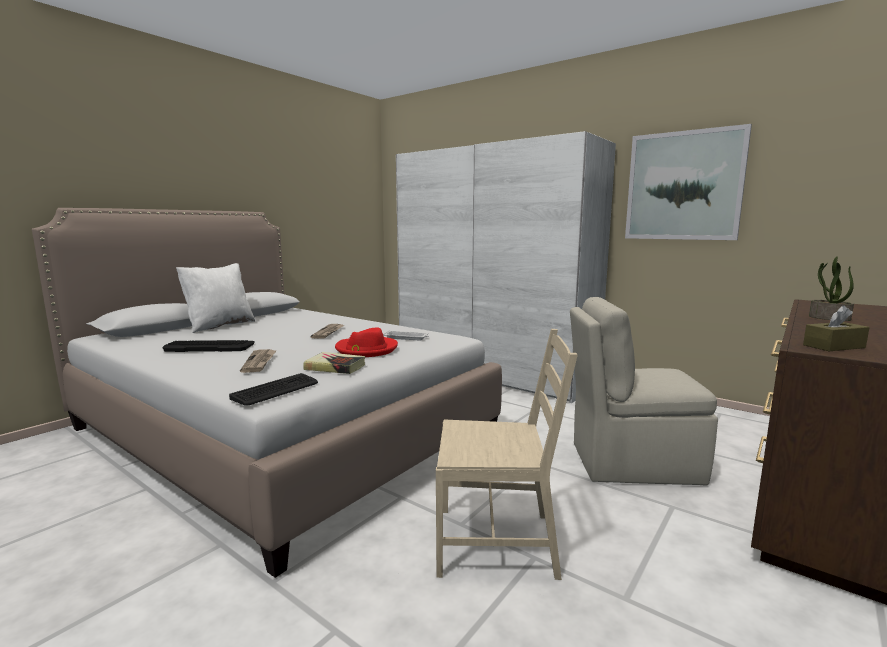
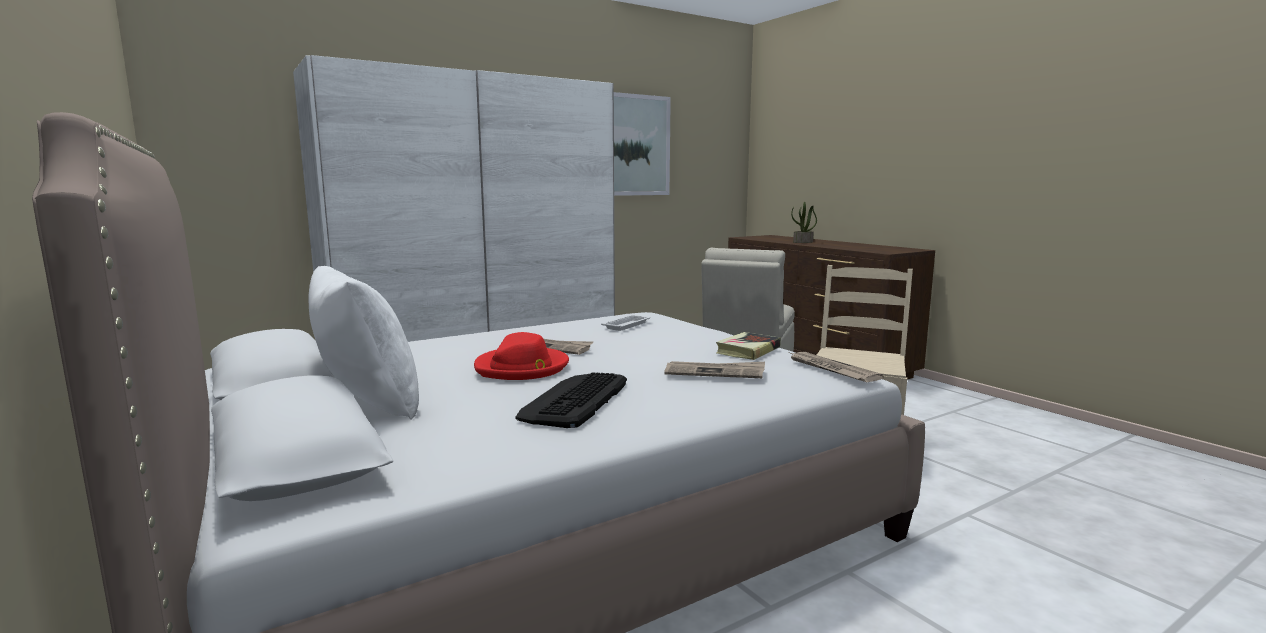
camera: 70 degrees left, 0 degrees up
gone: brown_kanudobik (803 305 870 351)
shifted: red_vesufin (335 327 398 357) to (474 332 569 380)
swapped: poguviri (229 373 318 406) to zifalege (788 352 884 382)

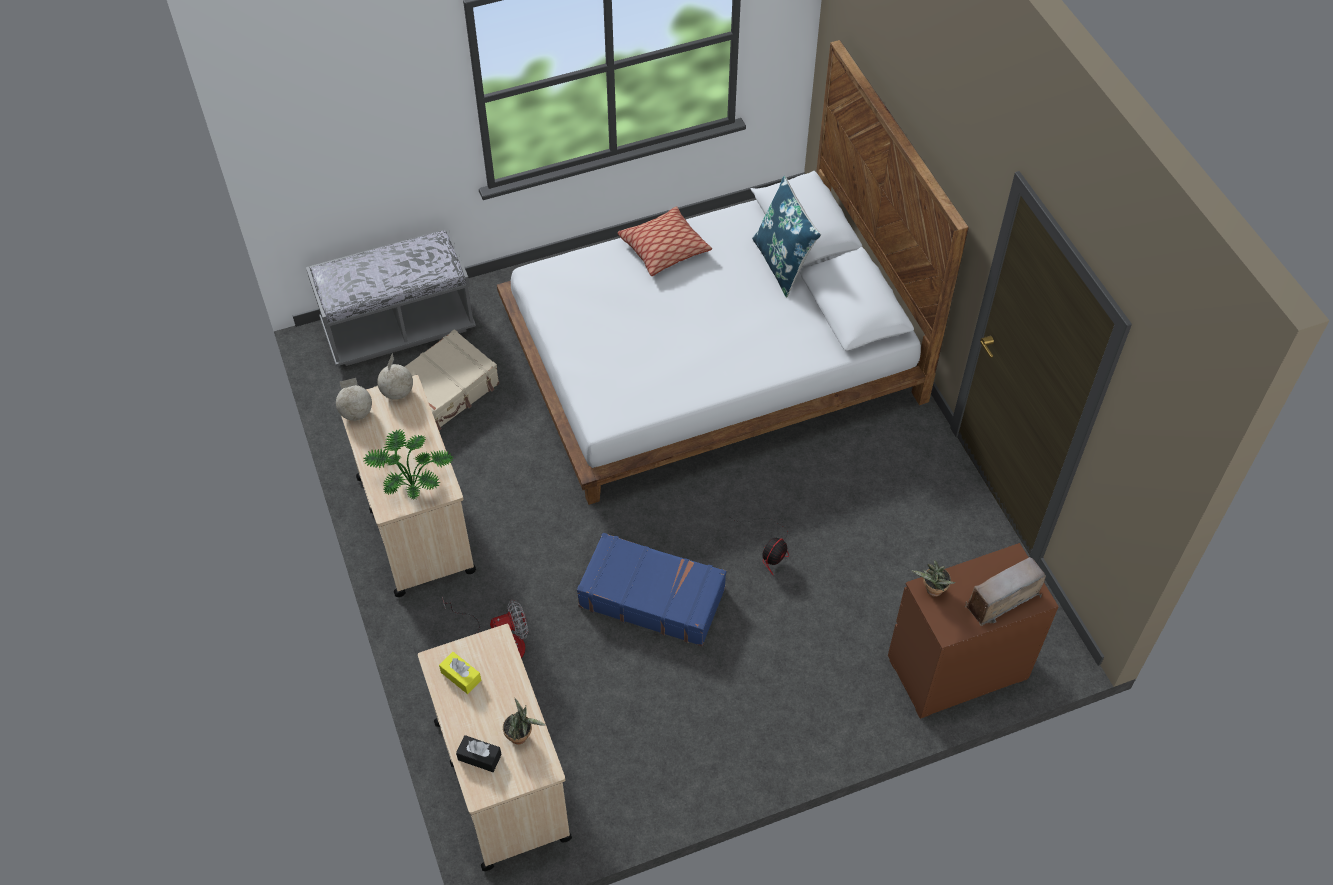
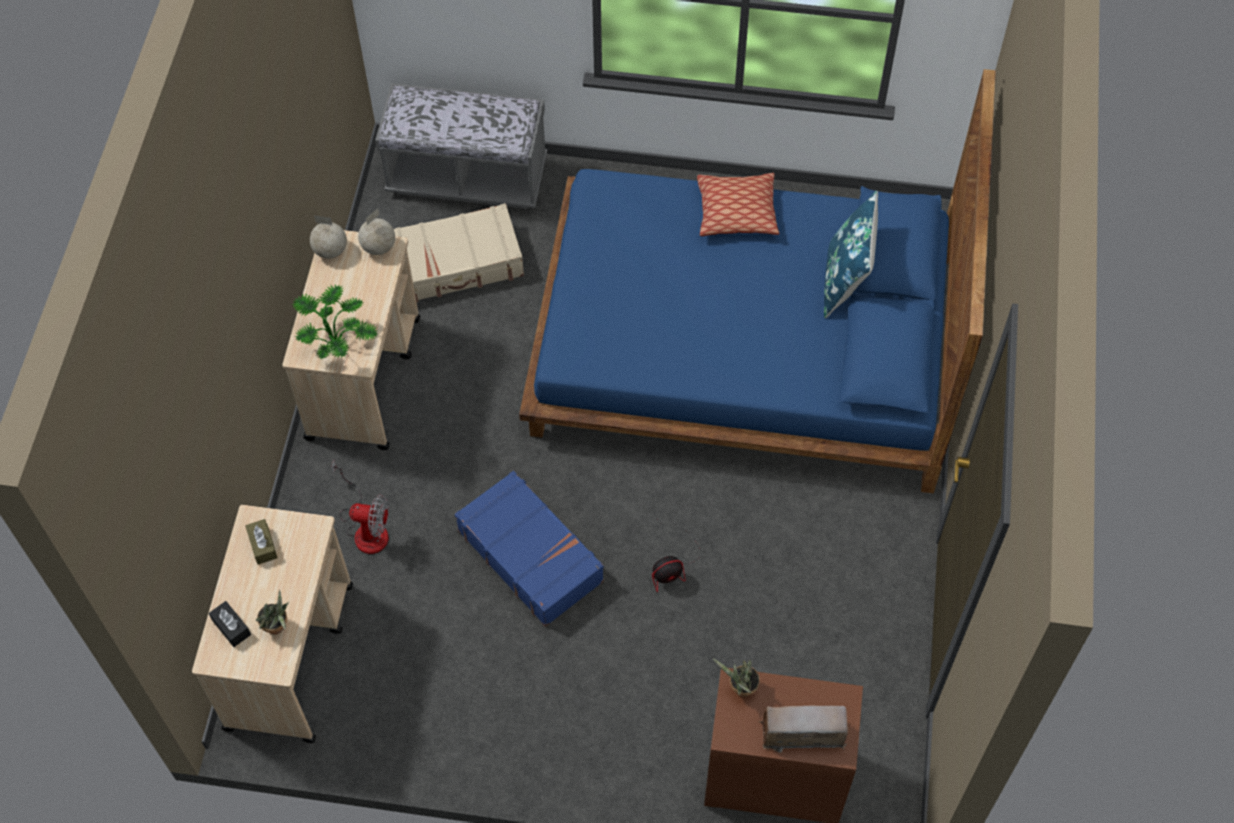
camera: 30 degrees right, 5 degrees up
repainted: yellow_kanudobik (439 652 481 694) to brown_kanudobik (245 519 278 564); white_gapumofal (497 40 969 505) to blue_gapumofal (519 69 996 493)

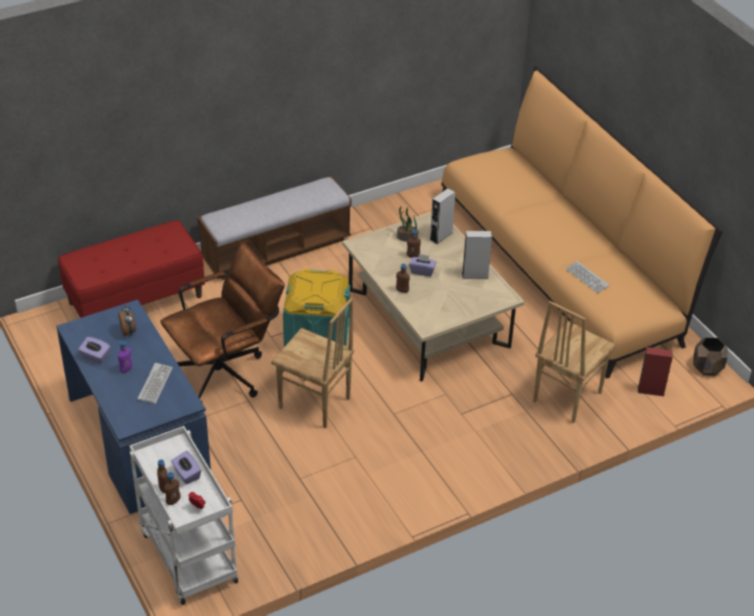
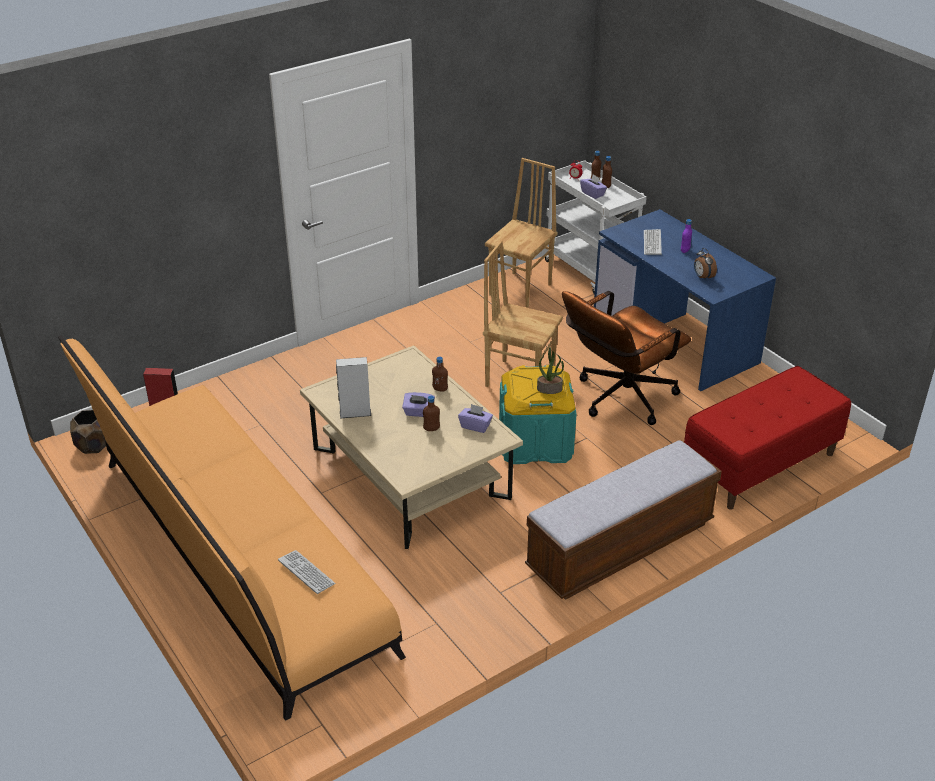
camera: 175 degrees right, 5 degrees down
gone: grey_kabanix (430 188 455 244)
shifted: purple_kanudobik (78 337 111 364) to (458 404 493 433); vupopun (397 207 418 242) to (537 347 564 394); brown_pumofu (533 301 616 423) to (485 158 558 307); poguviri (566 261 609 293) to (278 550 336 594)

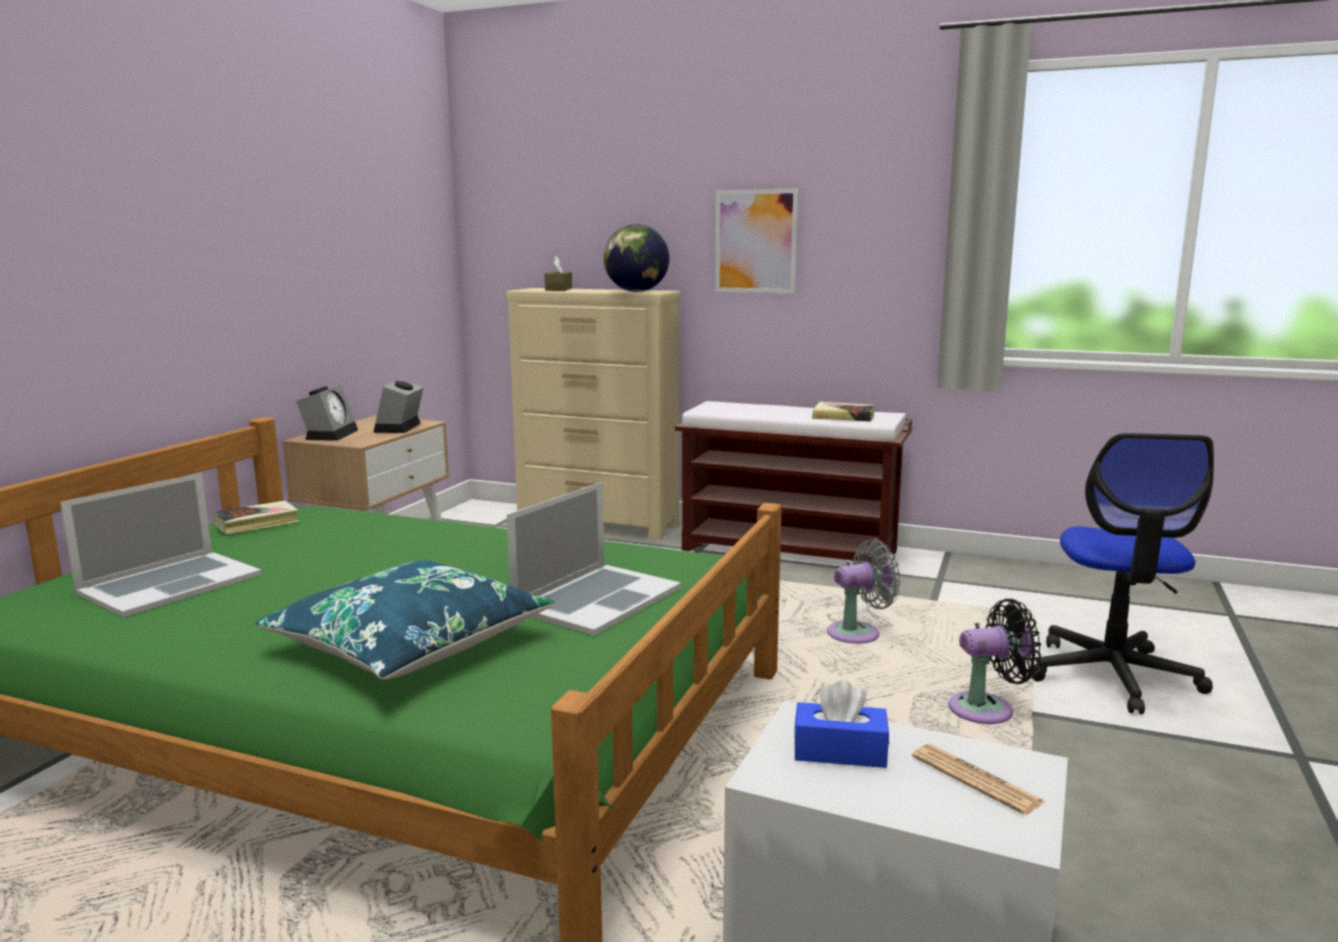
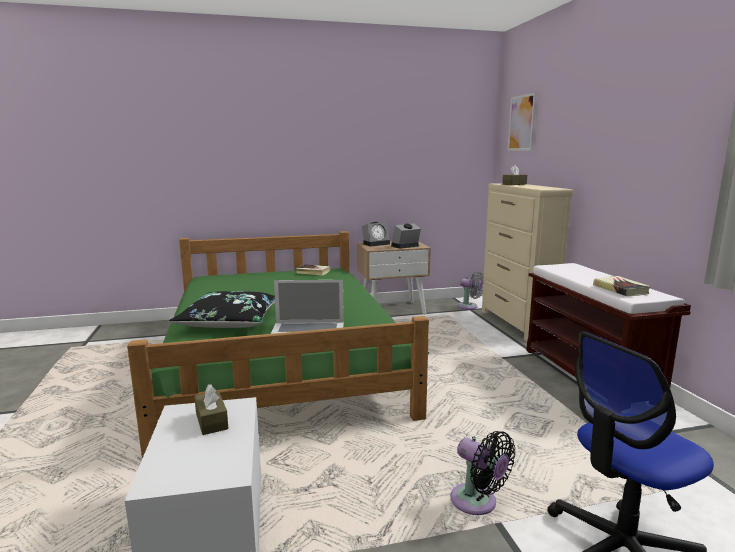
camera: 55 degrees right, 0 degrees up
gone: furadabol (60 473 262 617); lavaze (604 224 669 292); zifalege (912 744 1045 815)
shifted: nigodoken (715 189 799 293) to (507 92 536 151); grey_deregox (827 539 901 644) to (457 272 484 310)
repainted: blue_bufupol (255 560 555 680) to black_bufupol (169 291 275 328); blue_kanudobik (794 680 889 768) to brown_kanudobik (194 384 229 435)

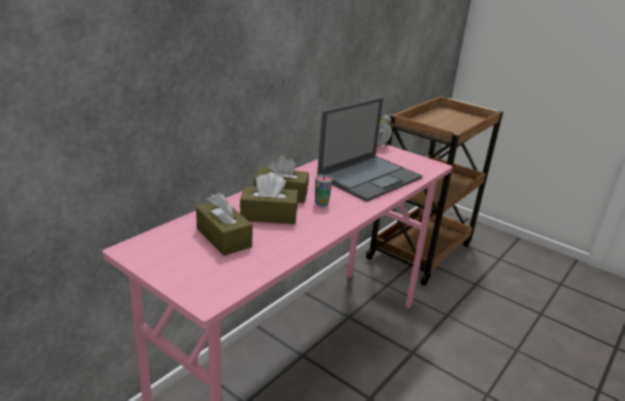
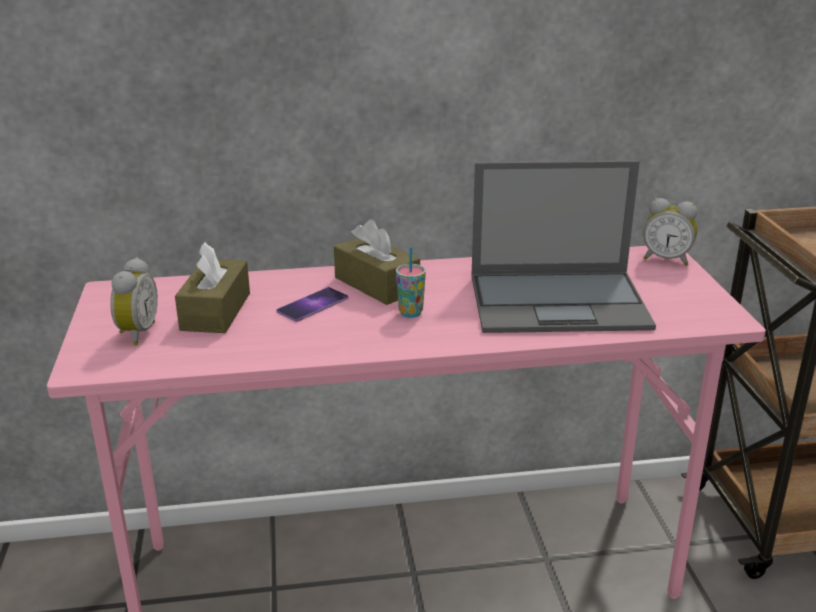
camera: 45 degrees right, 0 degrees up
new: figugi (110 258 158 345)
swapped: brown_kanudobik (240 172 298 224) to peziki (276 287 348 322)

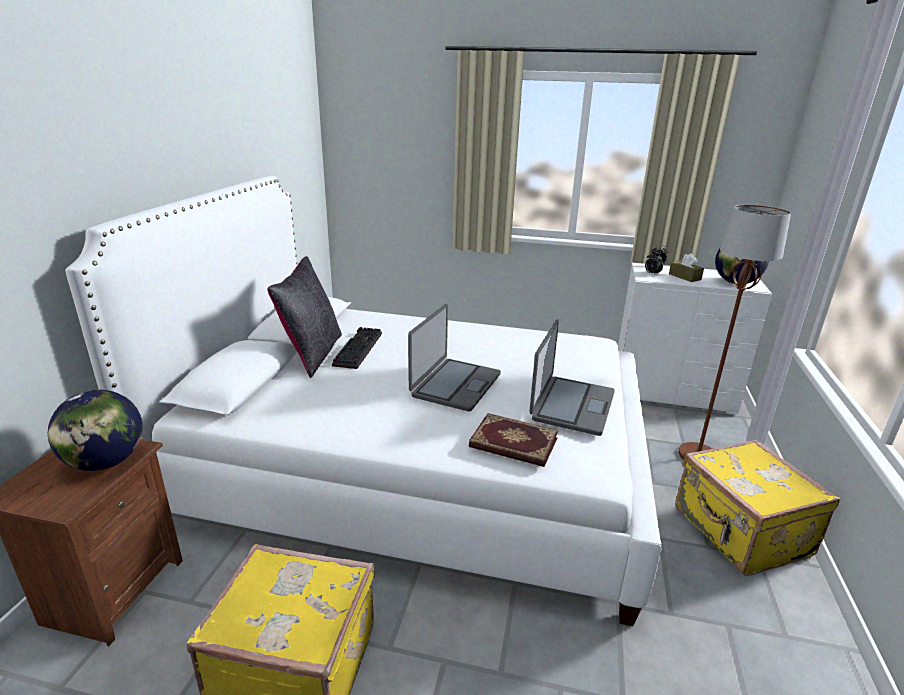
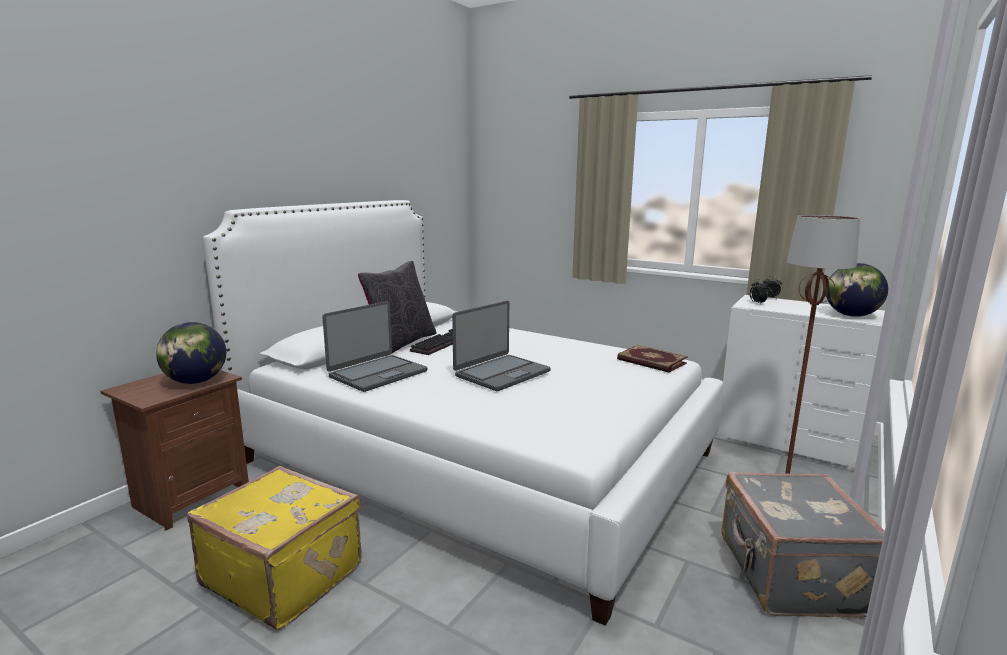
camera: 20 degrees right, 10 degrees down
gone: brown_kanudobik (669 253 704 282)
shifted: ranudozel (469 413 558 467) to (617 345 688 372); furadabol (529 319 615 436) to (322 301 427 392)
repainted: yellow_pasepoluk (675 440 840 576) to grey_pasepoluk (721 472 885 617)

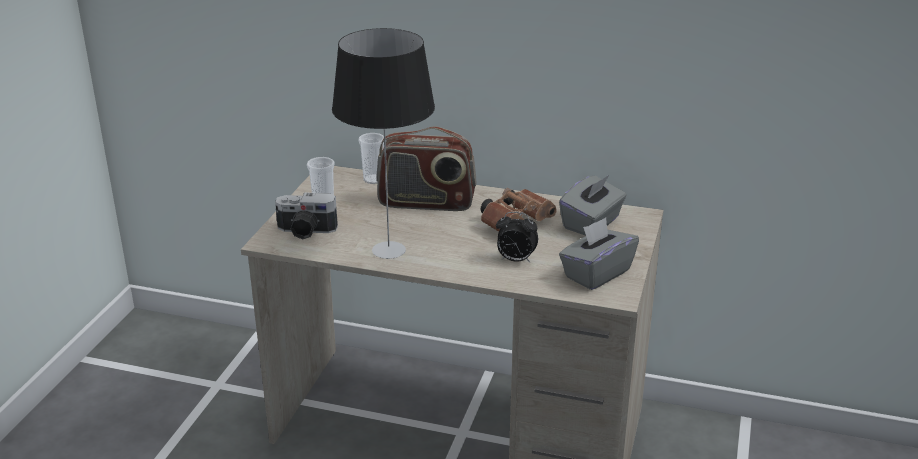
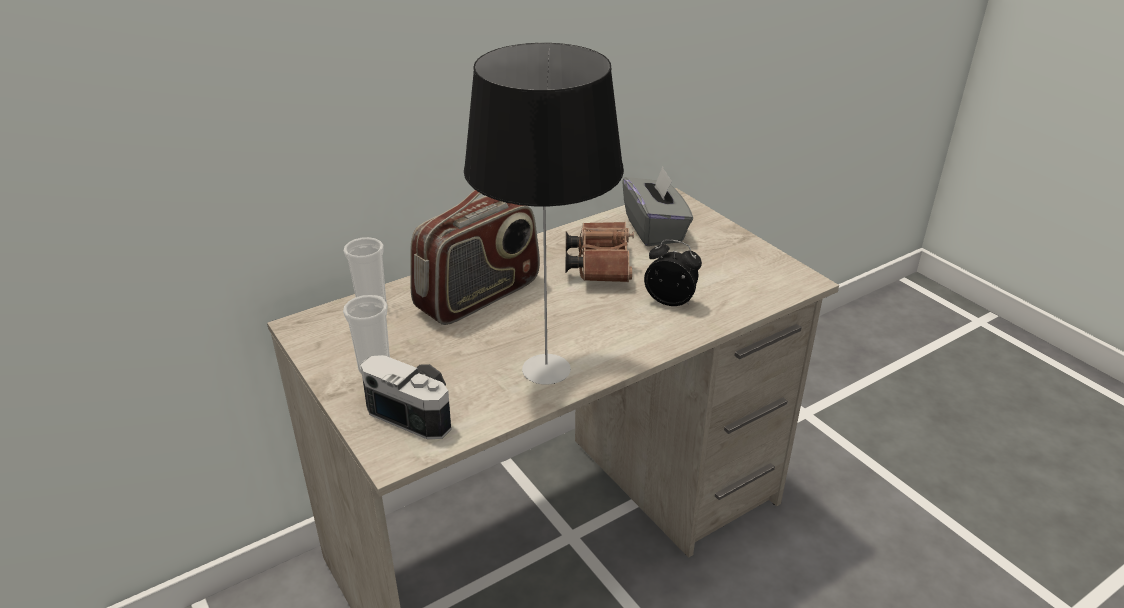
camera: 50 degrees left, 5 degrees up
gone: grey_kanudobik (559 218 639 290)
rotated: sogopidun (275 192 338 239) = (360 355 451 439) 105 degrees counterclockwise; figugi (496 212 538 263) = (644 239 702 306) 120 degrees counterclockwise

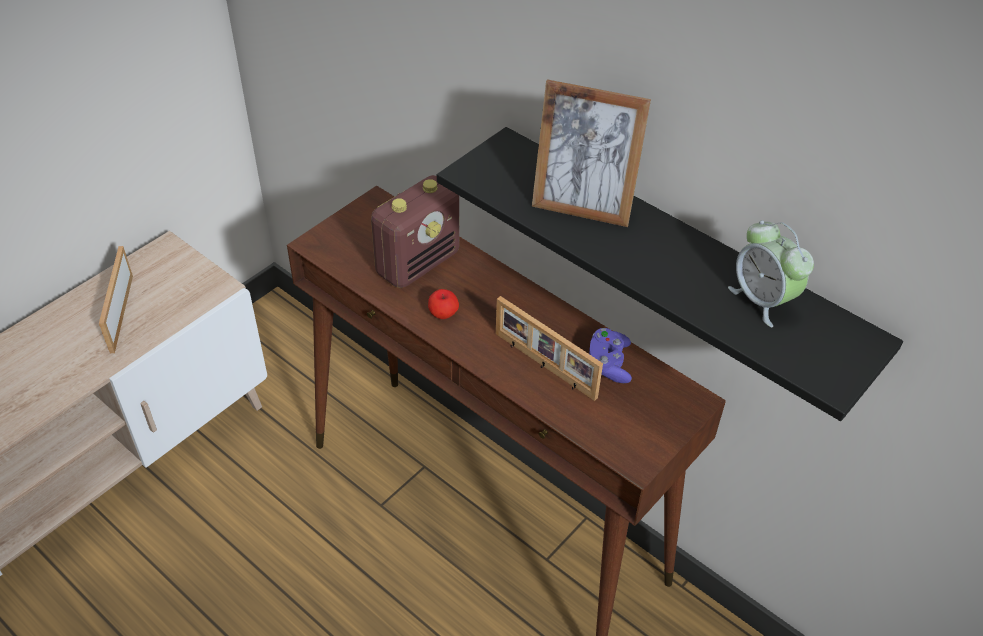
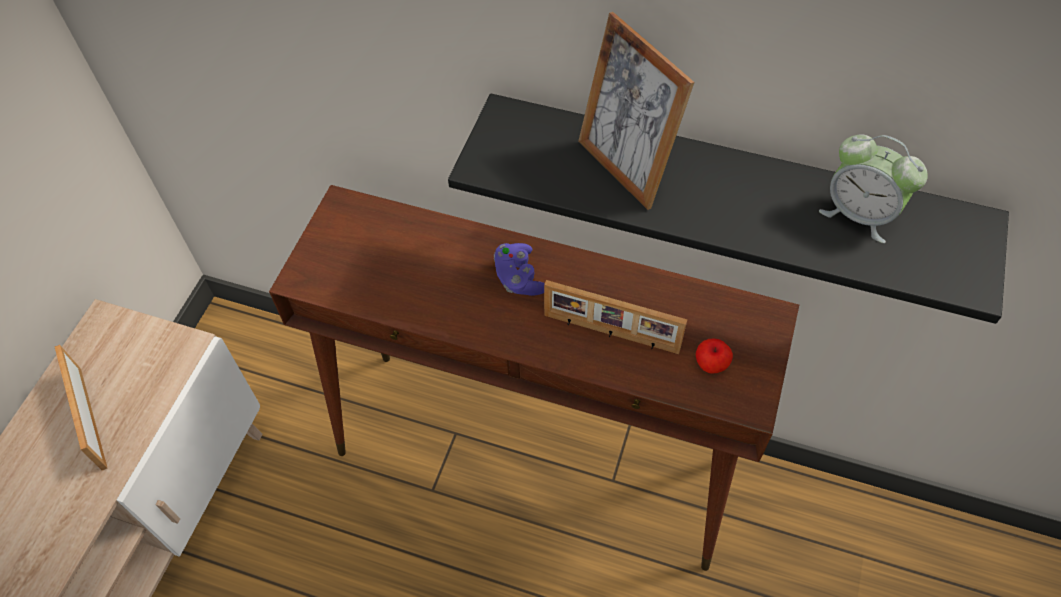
camera: 20 degrees left, 10 degrees up
gone: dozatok (371 175 459 288)
shifted: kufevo (428 289 459 319) to (696 338 733 374); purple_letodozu (589 328 632 383) to (494 243 545 296)
rotated: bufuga (532 79 651 227) = (578 12 695 210) 60 degrees clockwise

